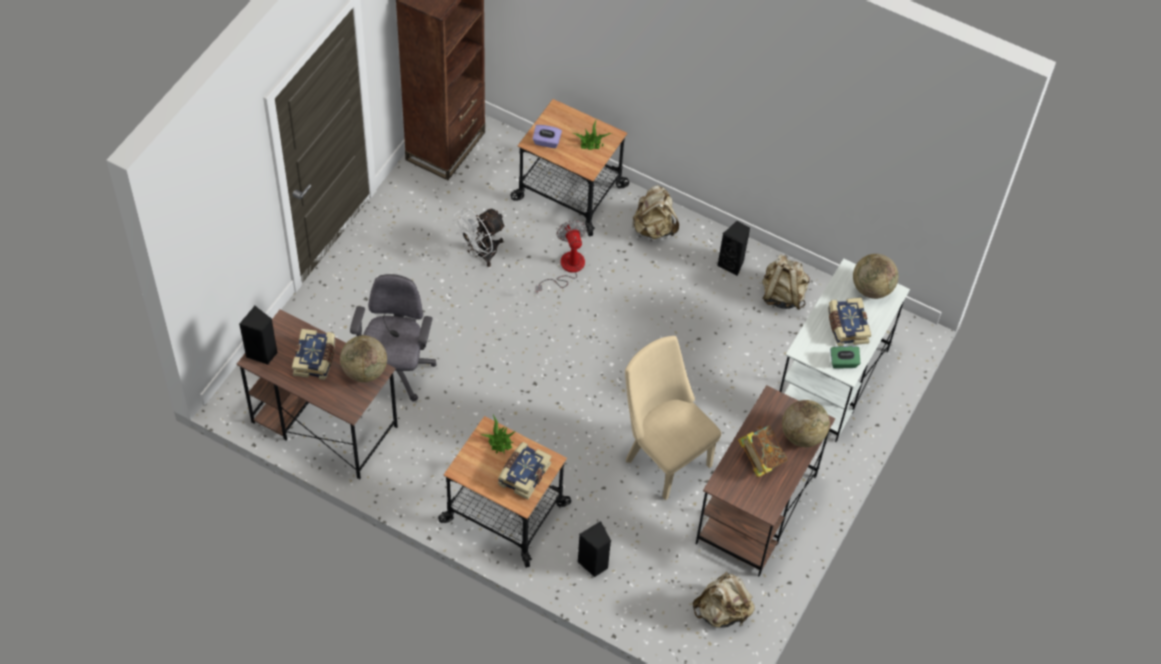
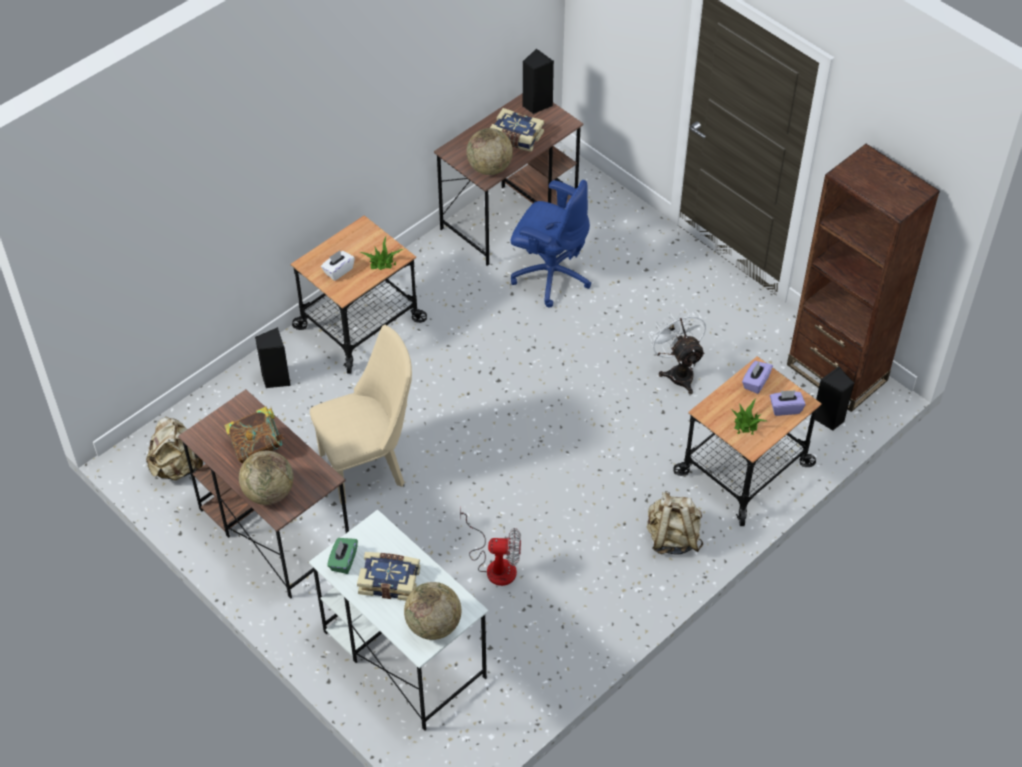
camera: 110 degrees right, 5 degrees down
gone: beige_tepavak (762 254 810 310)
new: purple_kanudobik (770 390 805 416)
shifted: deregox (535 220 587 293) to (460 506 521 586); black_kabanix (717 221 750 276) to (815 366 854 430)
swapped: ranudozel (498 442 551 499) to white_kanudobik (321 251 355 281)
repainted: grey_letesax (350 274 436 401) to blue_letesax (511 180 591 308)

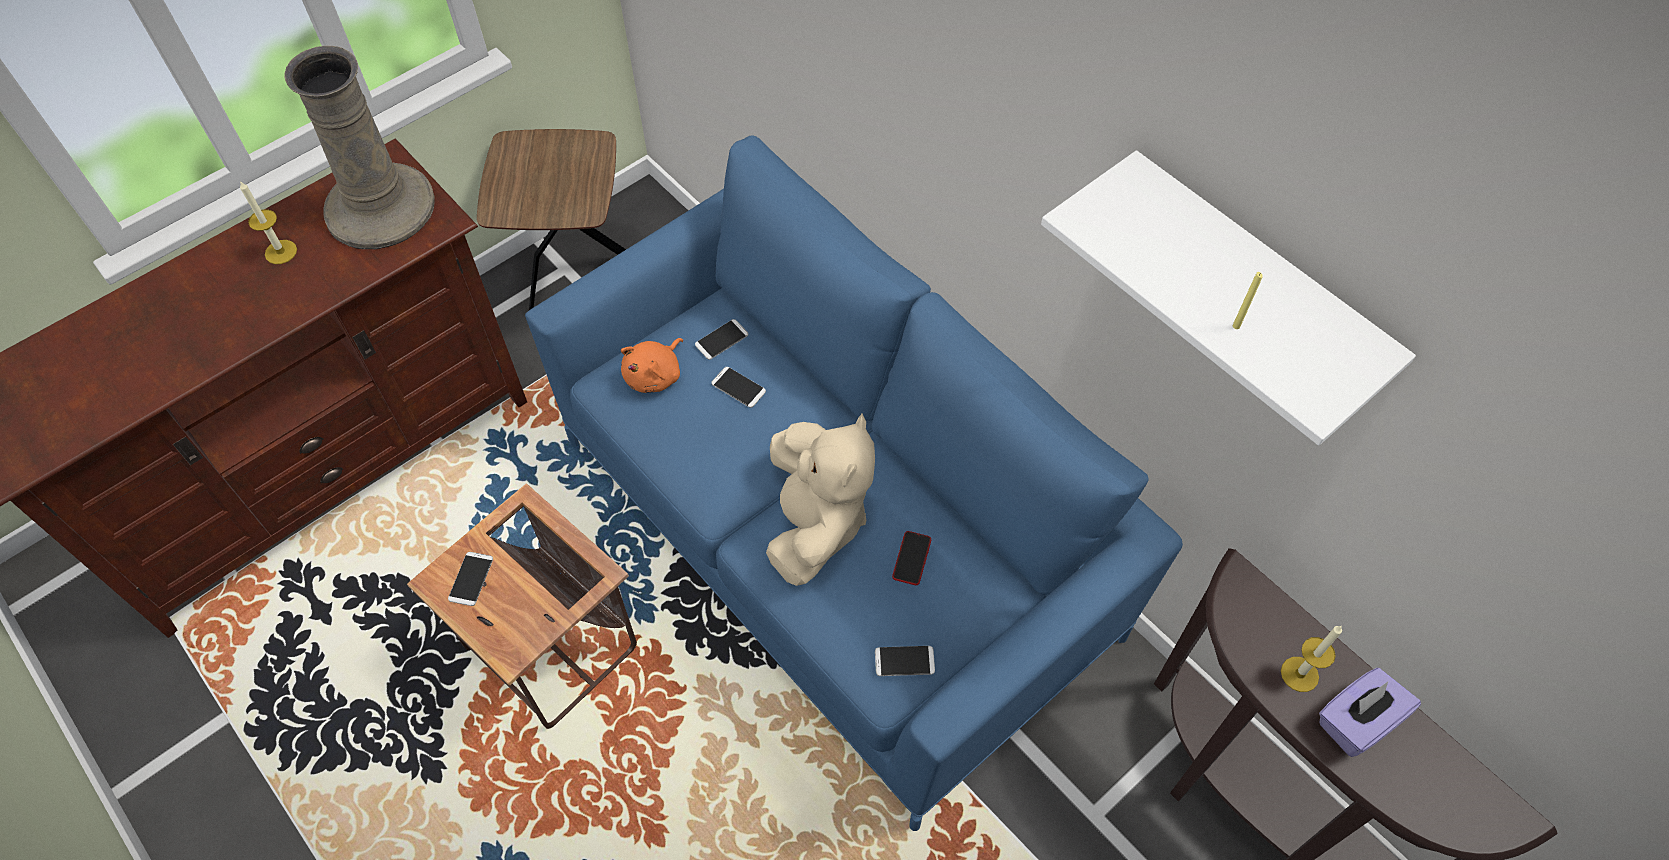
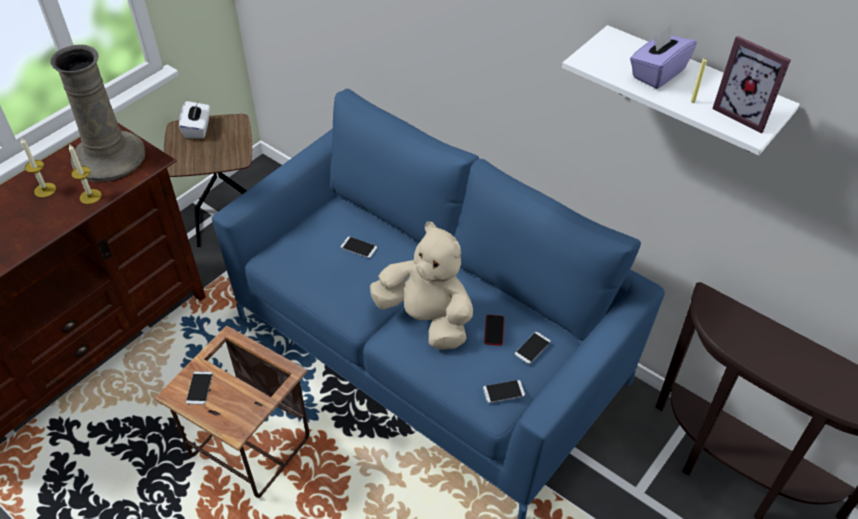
camera: 10 degrees left, 10 degrees down
gone: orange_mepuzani (621 338 683 393)
new: white_kanudobik (179 101 210 139); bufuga (712 36 791 133)
shifted: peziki (695 319 748 360) to (515 332 551 364); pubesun (1281 626 1342 692) to (69 144 102 204); purple_kanudobik (1319 668 1421 757) to (630 25 697 89)
rotated: beige_mepuzani (766 414 875 586) = (370 221 473 350) 45 degrees counterclockwise

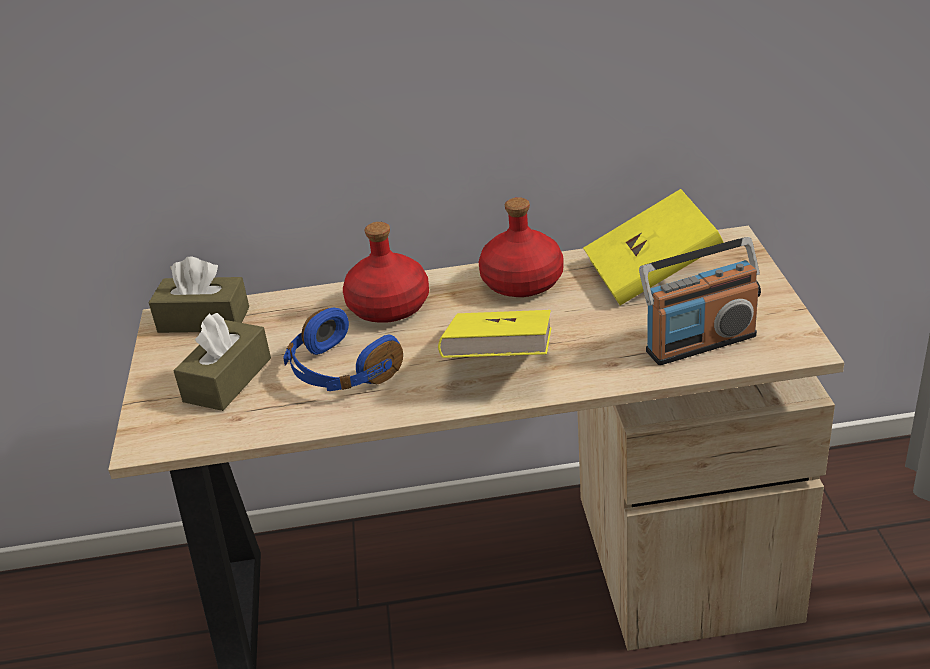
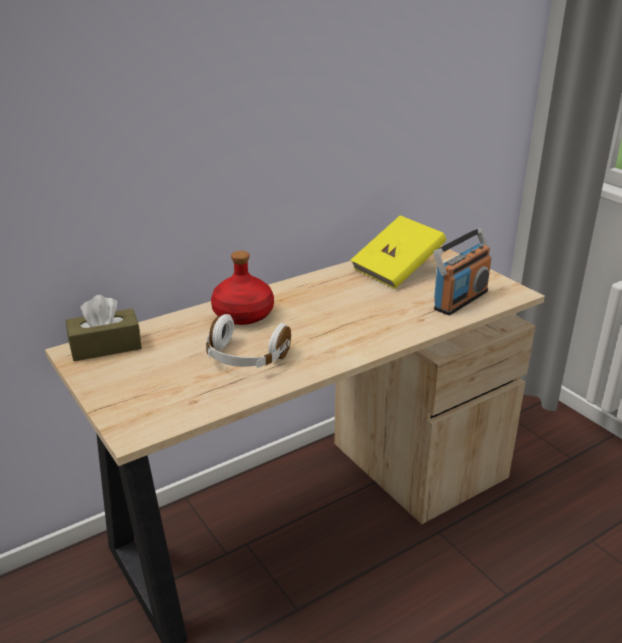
camera: 30 degrees left, 5 degrees down
gone: brown_kanudobik (173 313 271 411); yellow_ranudozel (438 310 551 358); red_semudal (478 197 564 297)
repainted: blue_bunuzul (283 308 403 391) to white_bunuzul (206 314 291 368)

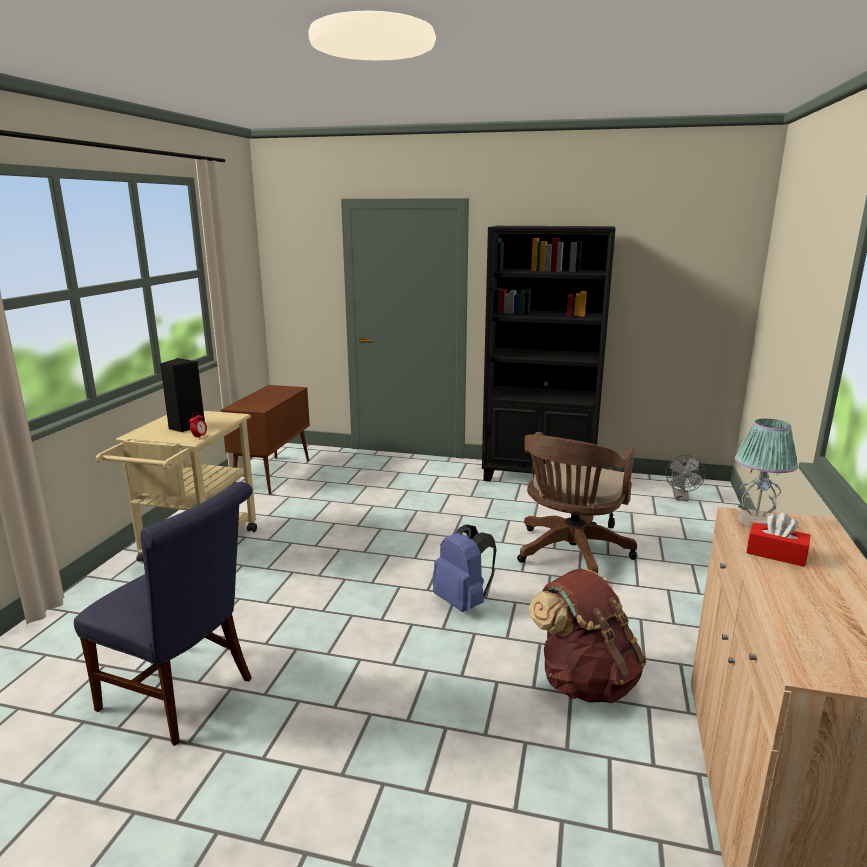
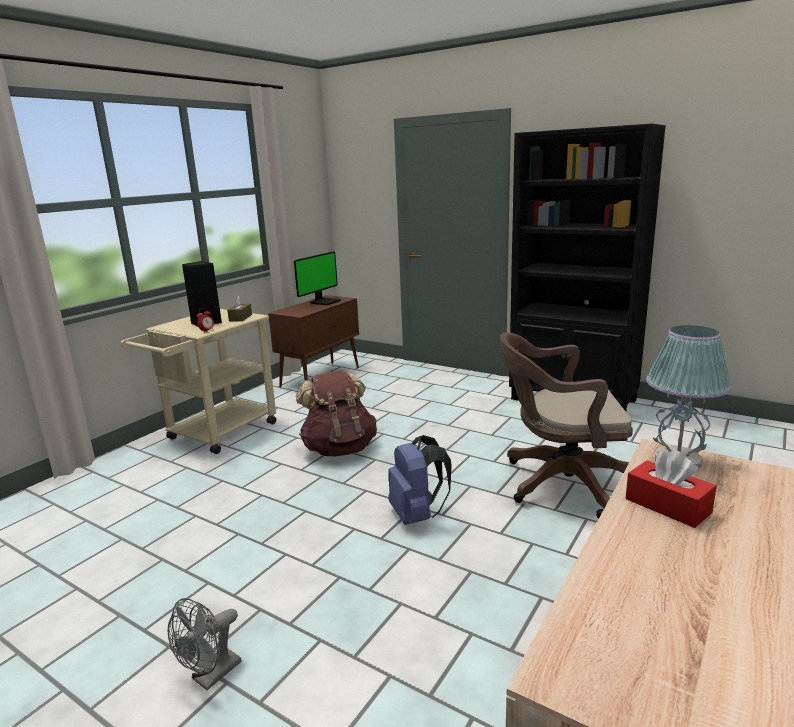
camera: 20 degrees right, 0 degrees up
gone: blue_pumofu (74 482 253 746)
new: brown_kanudobik (227 296 252 321); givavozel (294 251 341 305)
shifted: brown_tepavak (529 568 646 703) to (296 370 377 457); grey_deregox (666 455 705 501) to (168 598 241 690)
rotated: brown_letesax (517 432 637 573) = (500 333 633 519) 45 degrees clockwise

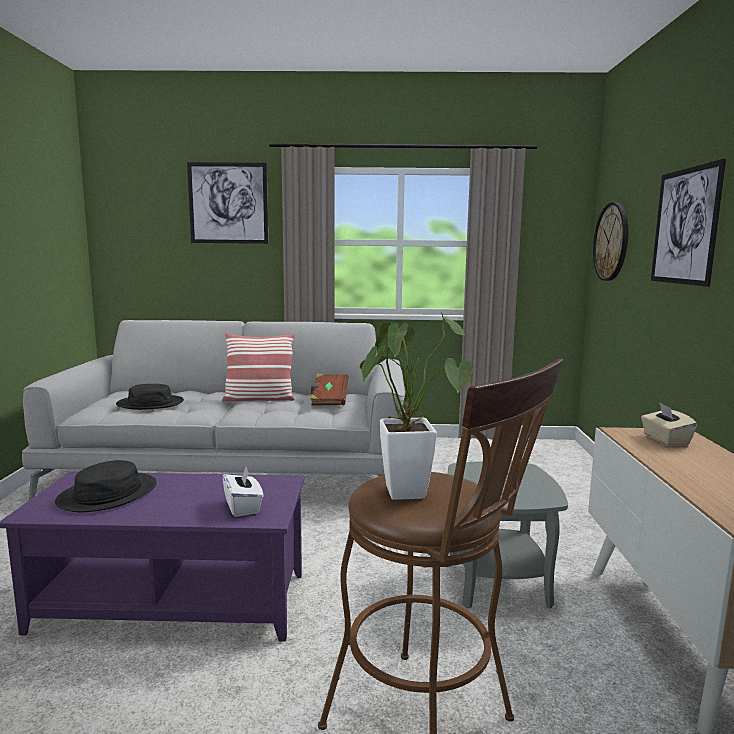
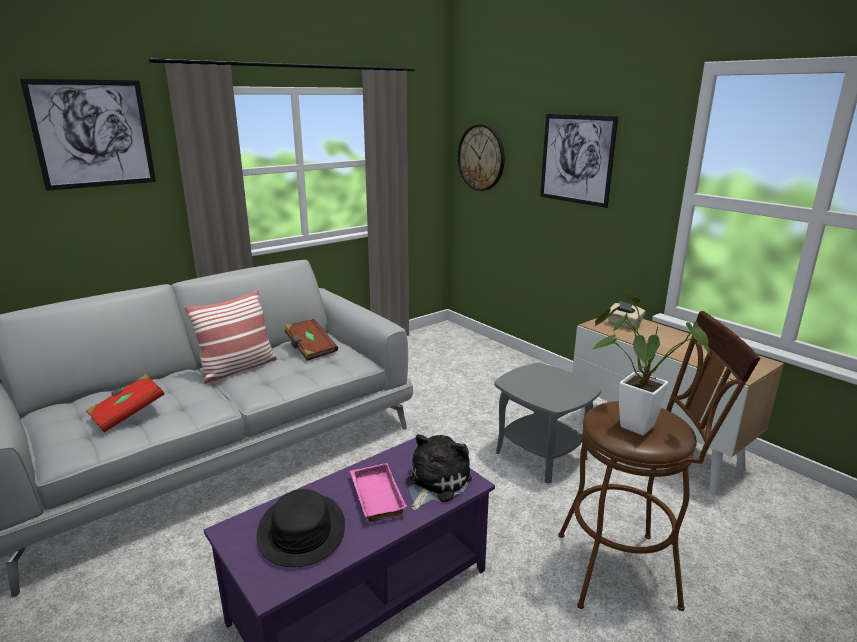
camera: 40 degrees left, 10 degrees up
new: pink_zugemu (350 463 407 522)
swapped: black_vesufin (116 384 184 410) to red_ranudozel (86 374 164 433); white_kanudobik (222 467 264 517) to mepuzani (405 434 472 510)

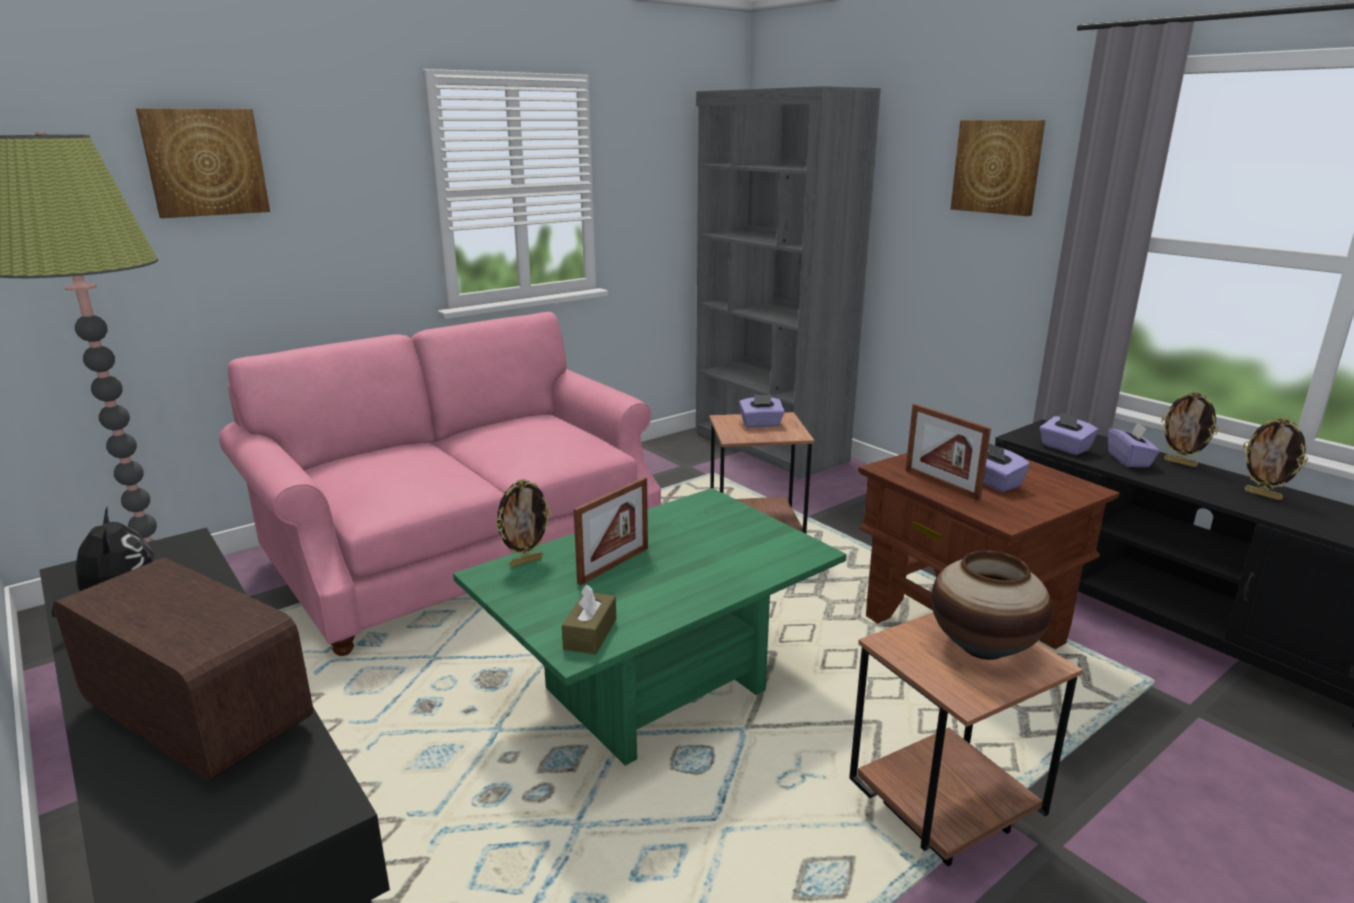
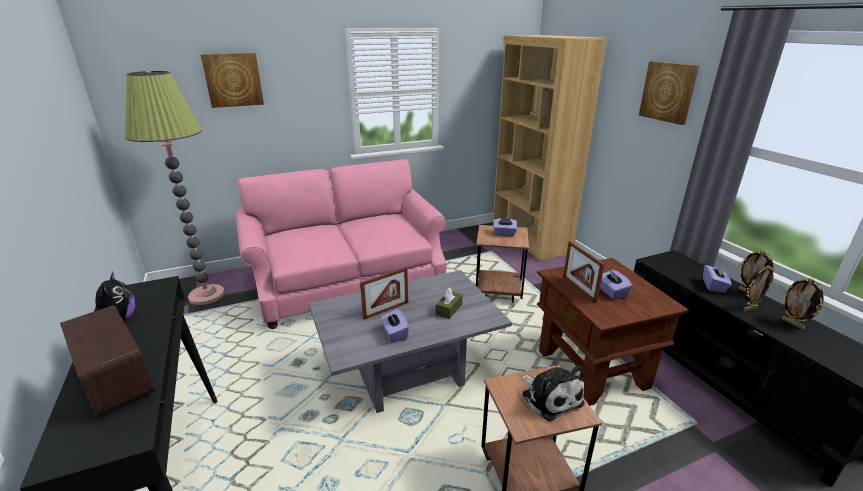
camera: 15 degrees right, 5 degrees up
shifted: bufuga (495 479 552 567) to (744 265 773 311); brown_kanudobik (562 585 616 654) to (436 288 462 319); purple_kanudobik (1040 412 1098 455) to (381 309 409 343)
swapped: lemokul (931 550 1052 660) to mepuzani (522 365 585 421)
repainted: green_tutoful (453 488 847 766) to grey_tutoful (309 270 512 413); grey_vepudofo (696 86 881 479) to brown_vepudofo (493 35 607 261)

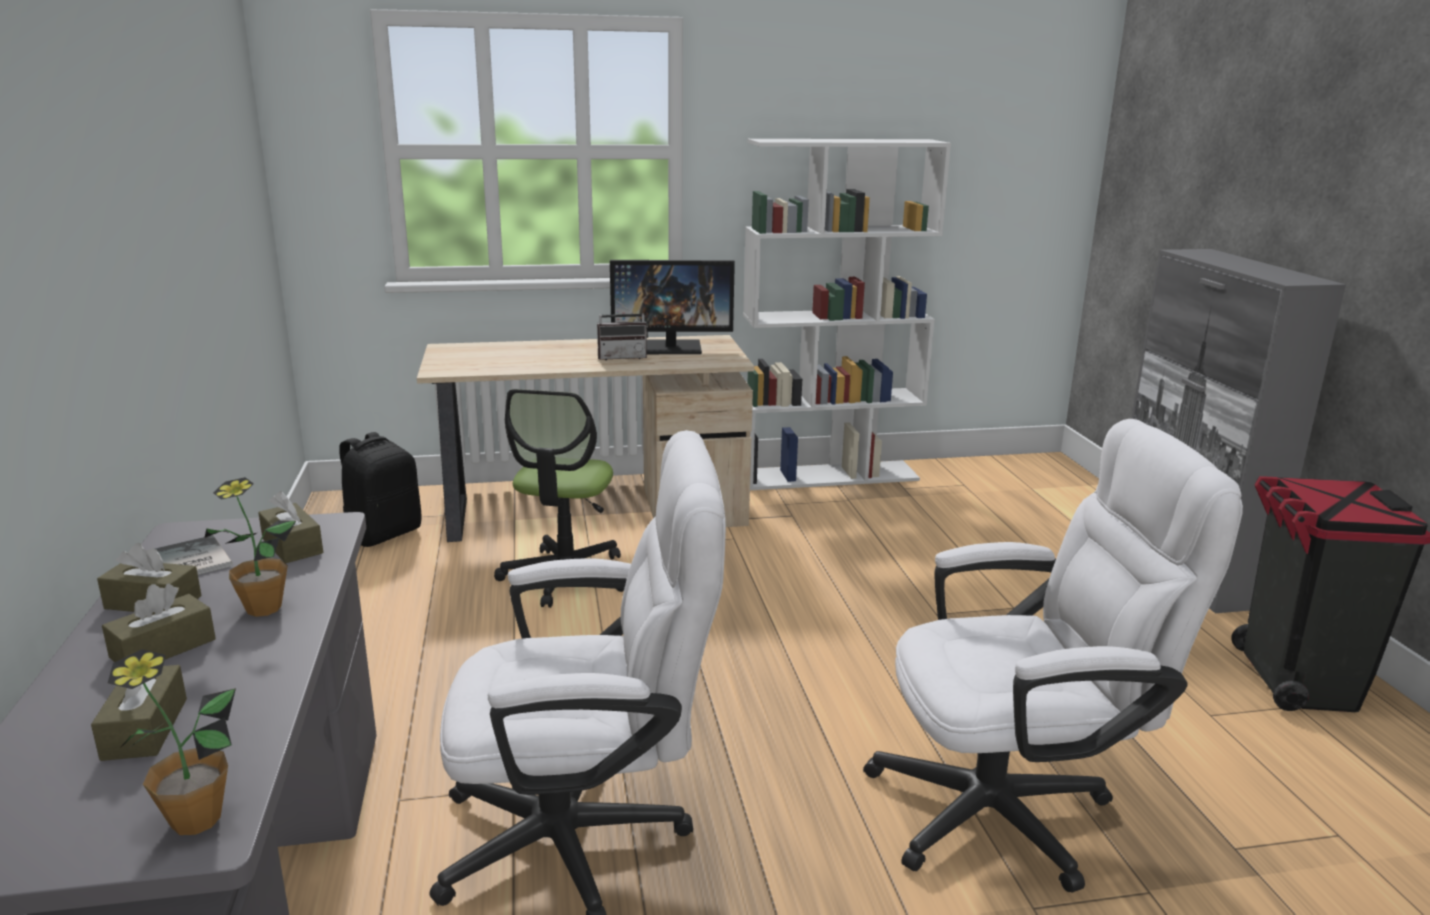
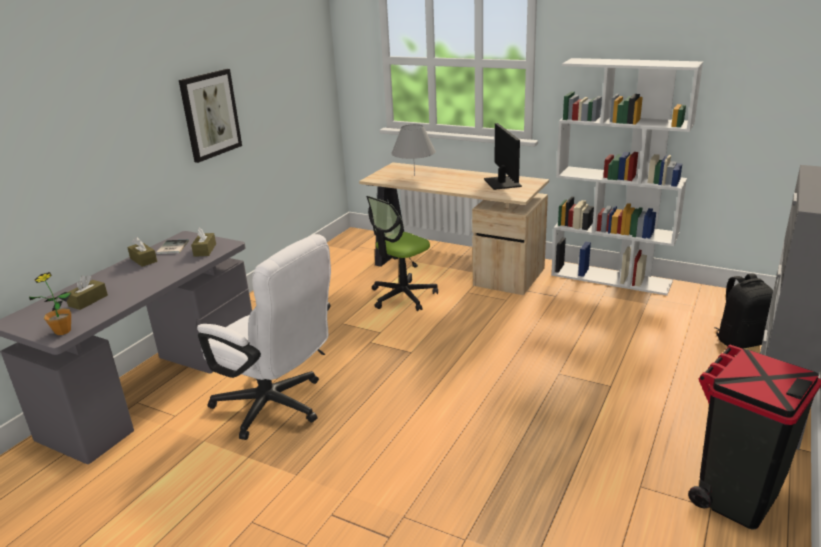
camera: 40 degrees right, 5 degrees up
gone: brown_kanudobik (102 584 216 662); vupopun (204 477 296 617); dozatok (597 298 648 360); white_letesax (863 419 1243 893)
new: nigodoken (179 69 242 163); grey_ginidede (391 124 436 176)
shifted: black_tepavak (339 432 421 547) to (715 273 773 349)
rotated: givavozel (610 260 735 354) = (484 123 522 190) 135 degrees counterclockwise

